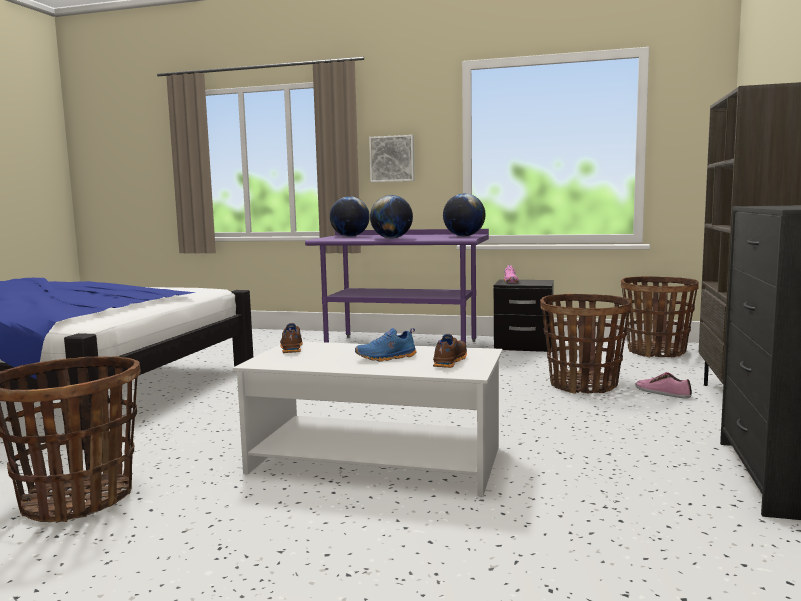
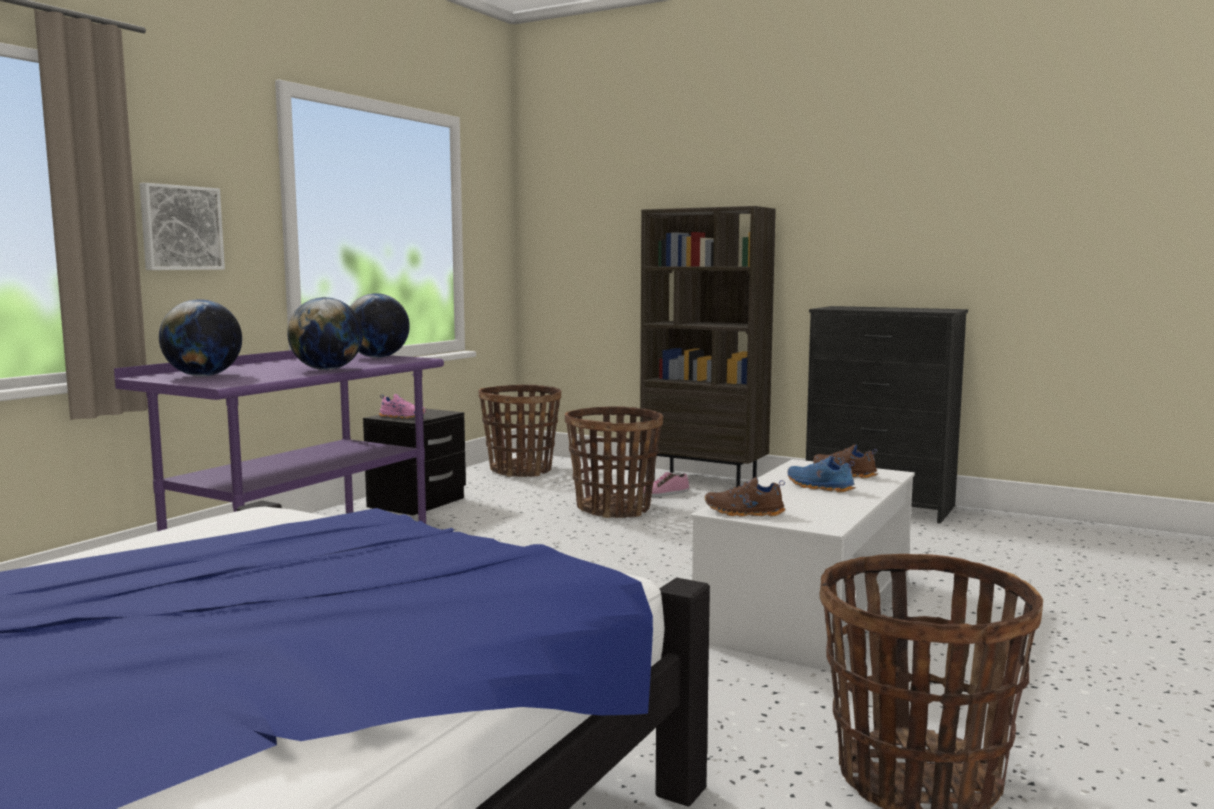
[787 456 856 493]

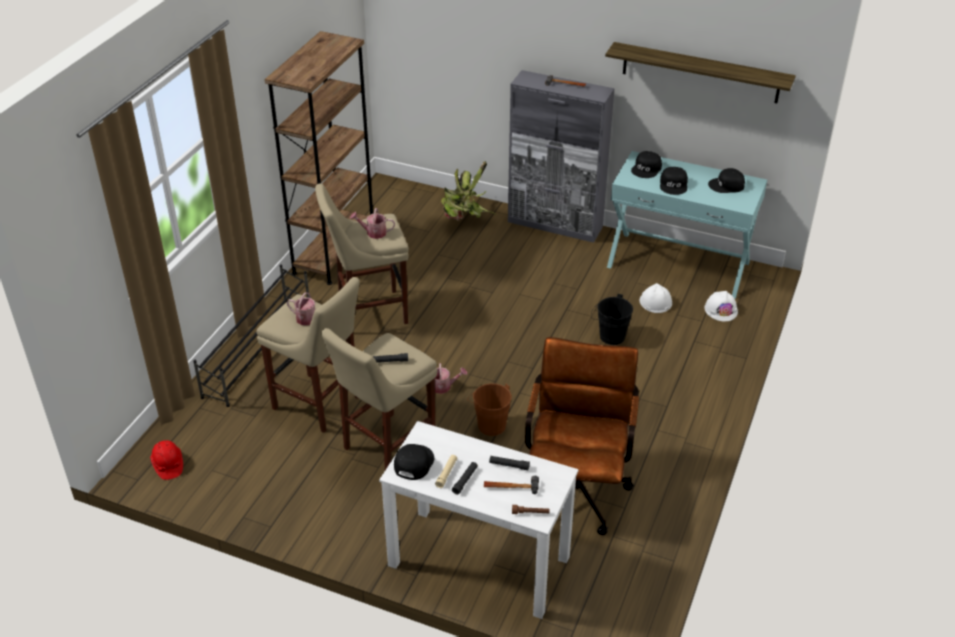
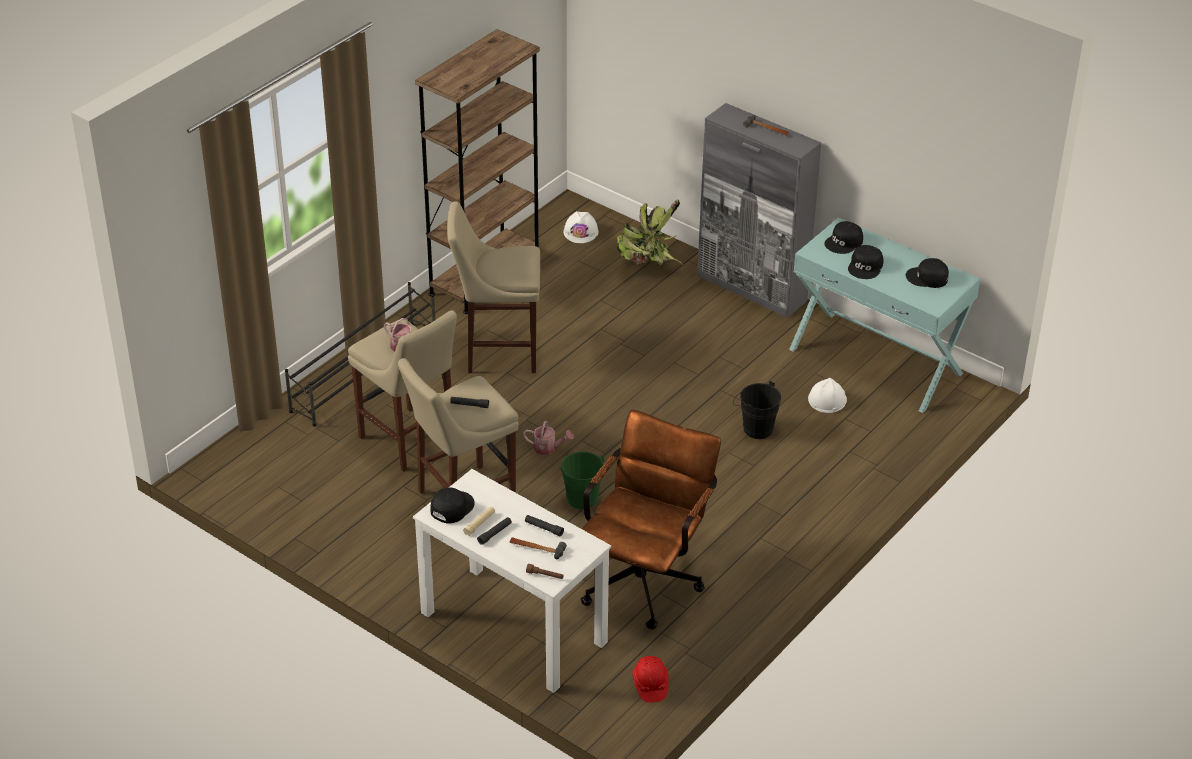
[558 451 605 510]
[563 211 598 243]
[632 656 669 703]
[350 208 395 239] (first image)
[605 42 796 103] (first image)

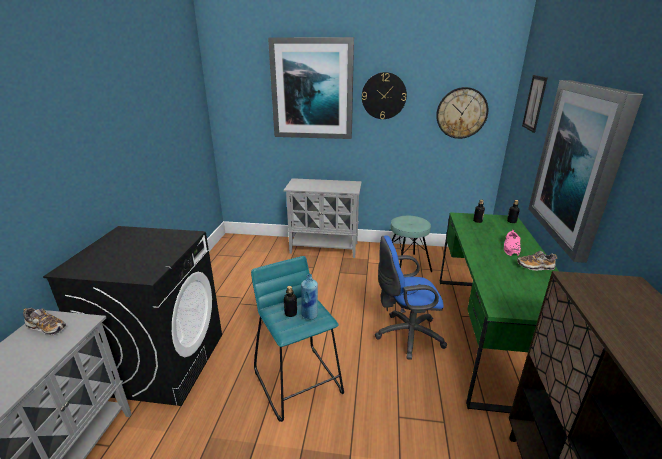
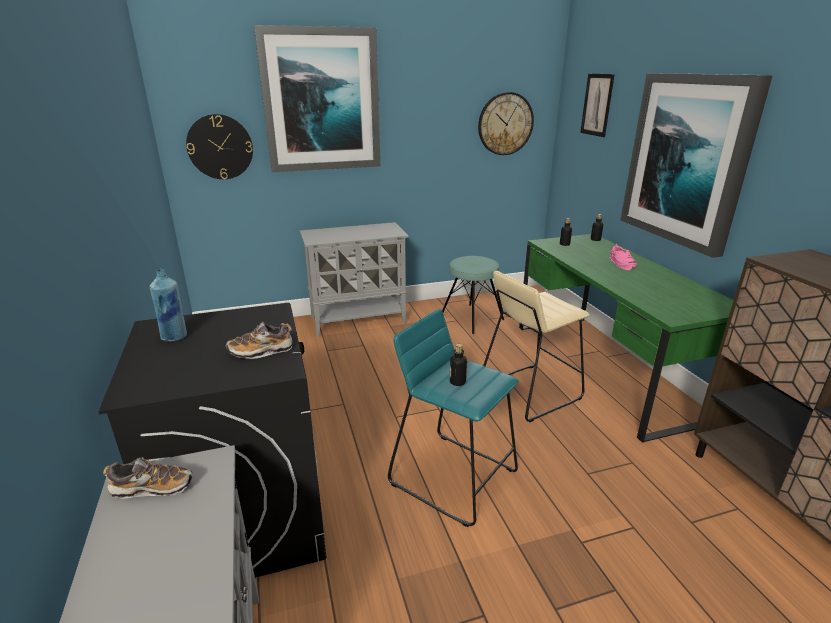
[150 269 187 342]
[186 114 253 179]
[226 322 293 359]
[483 271 590 422]

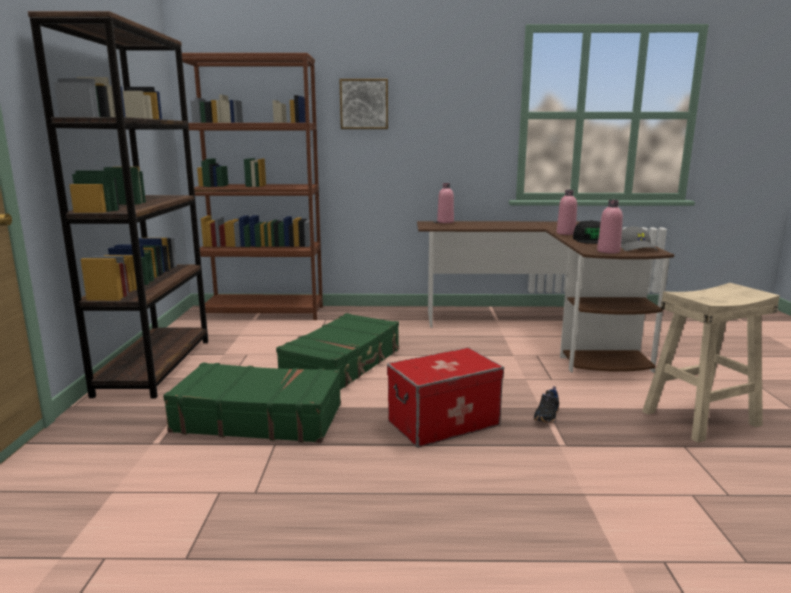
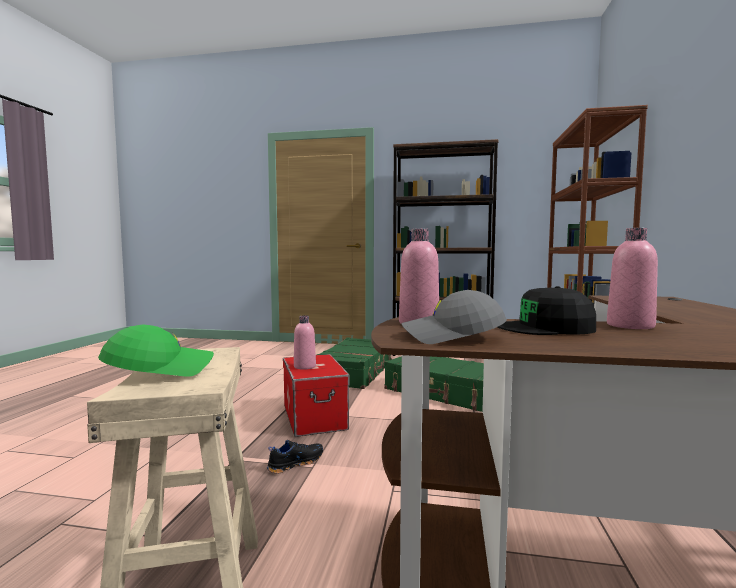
[98 325 214 377]
[267 440 323 474]
[294 316 316 370]
[339 79 388 129] (first image)

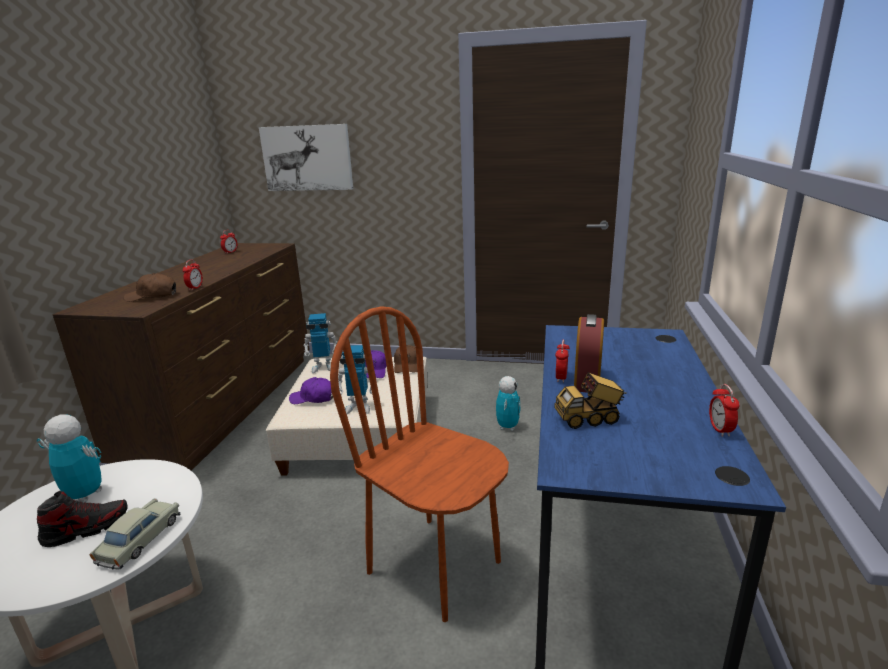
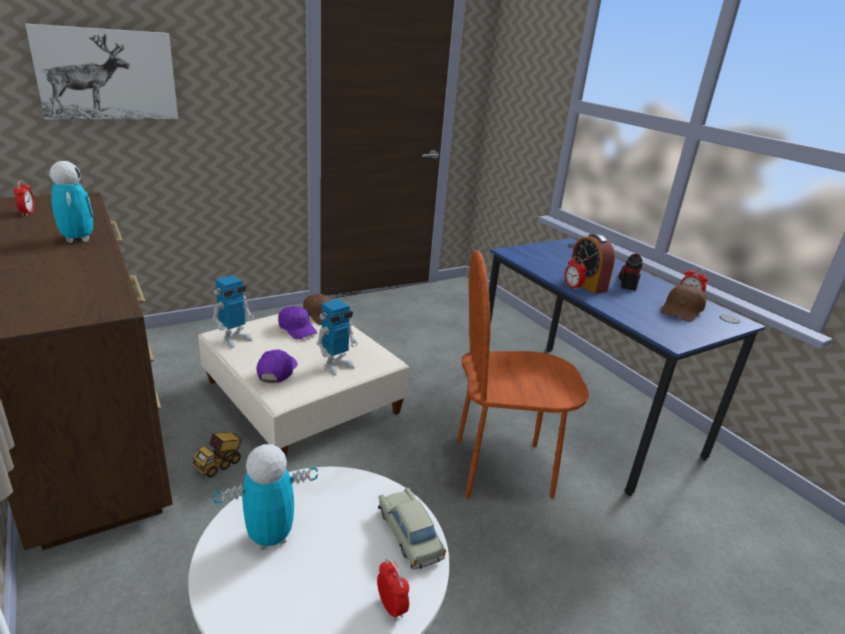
[50 161 93 243]
[192 432 243 478]
[257 349 298 383]
[377 559 409 621]
[619 254 643 291]
[660 284 706 322]

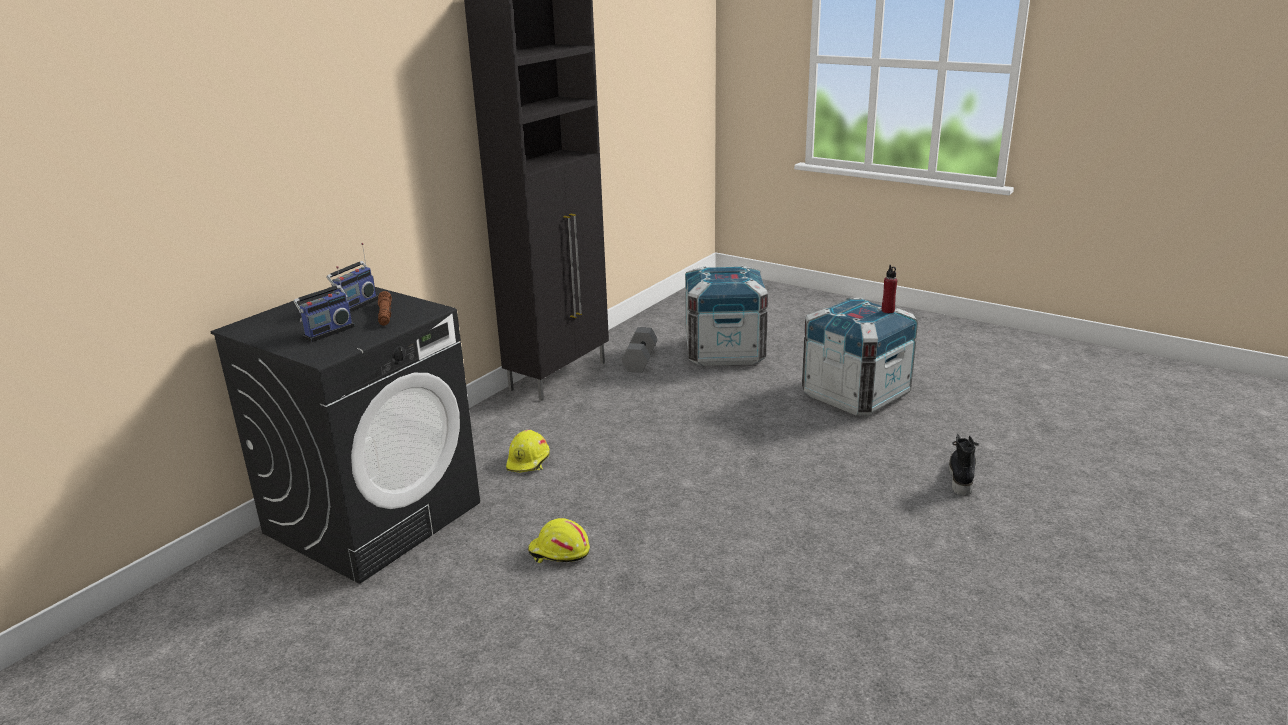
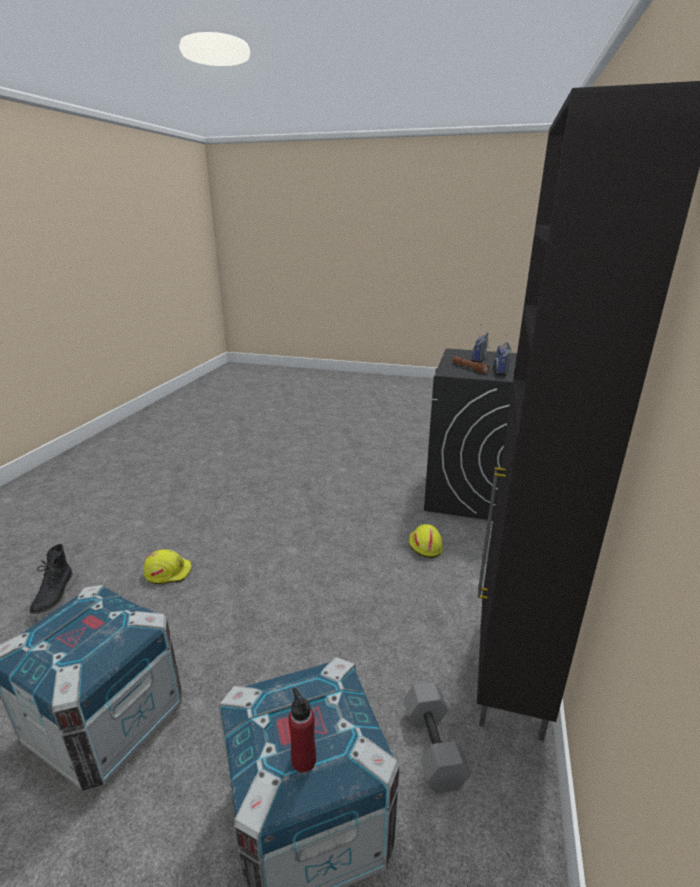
[143 549 192 584]
[288 688 316 773]

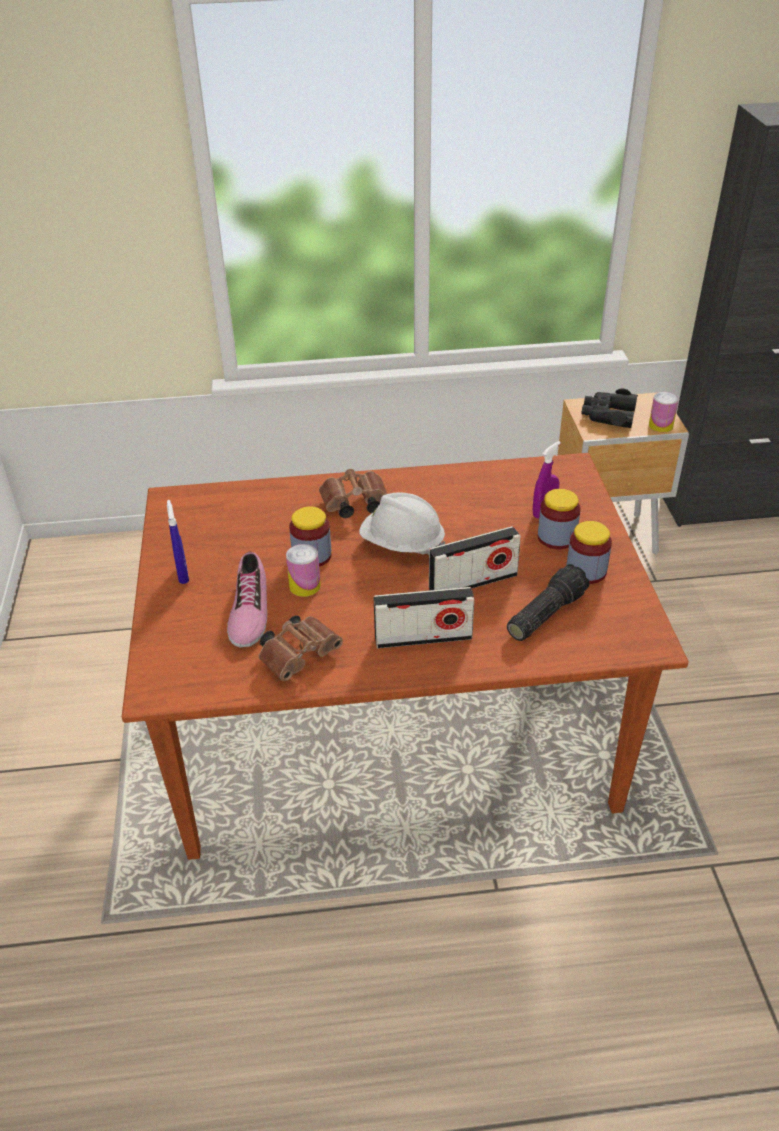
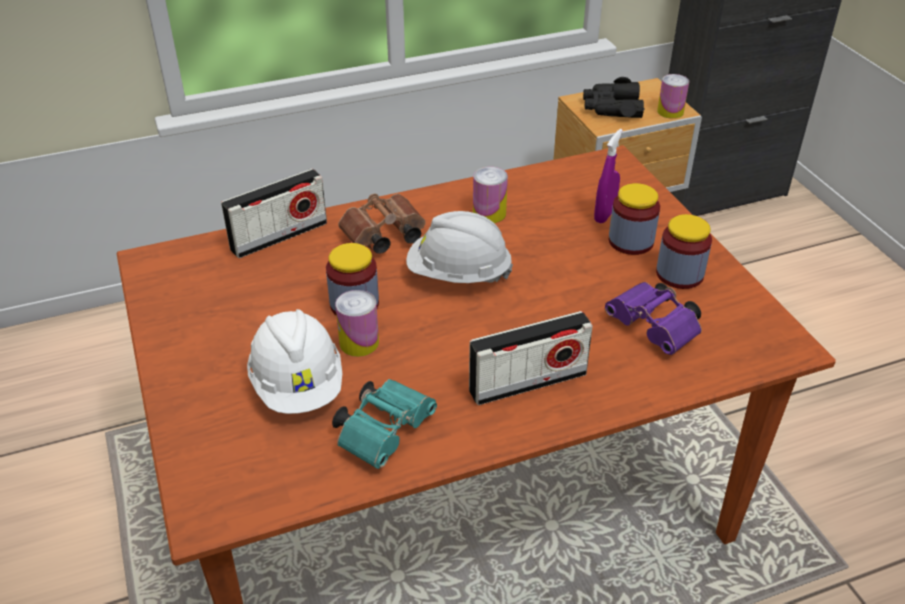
[221 169 327 258]
[247 309 342 414]
[332 379 437 469]
[473 167 508 223]
[605 282 702 355]
[167 500 189 584] (first image)

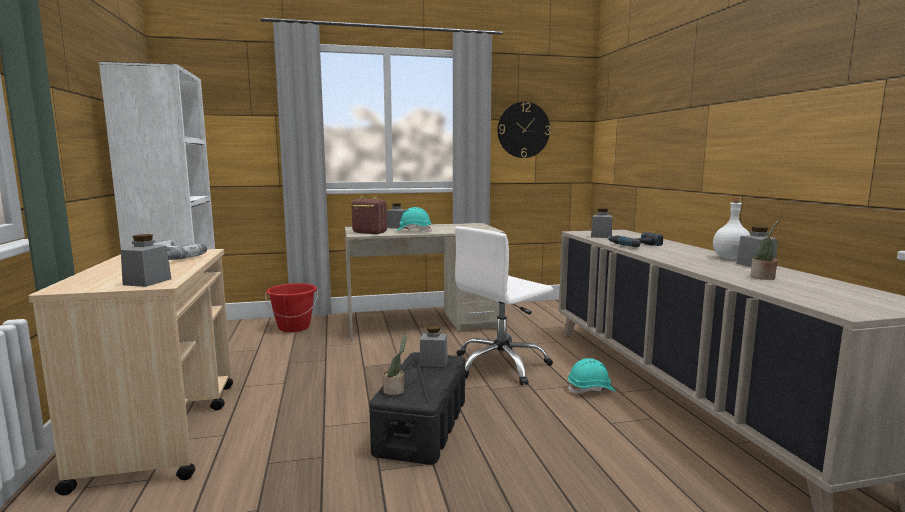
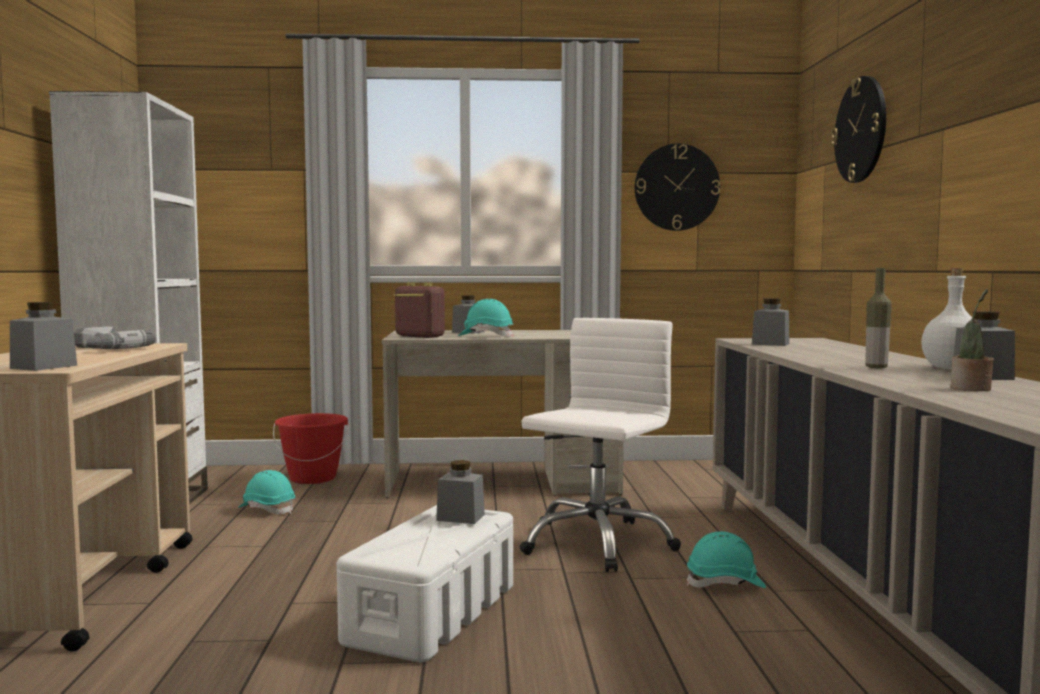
[238 470 295 514]
[337 505 513 662]
[520 318 681 572]
[831 76 886 183]
[865 268 892 368]
[383 335 407 395] (first image)
[608 232 663 247] (first image)

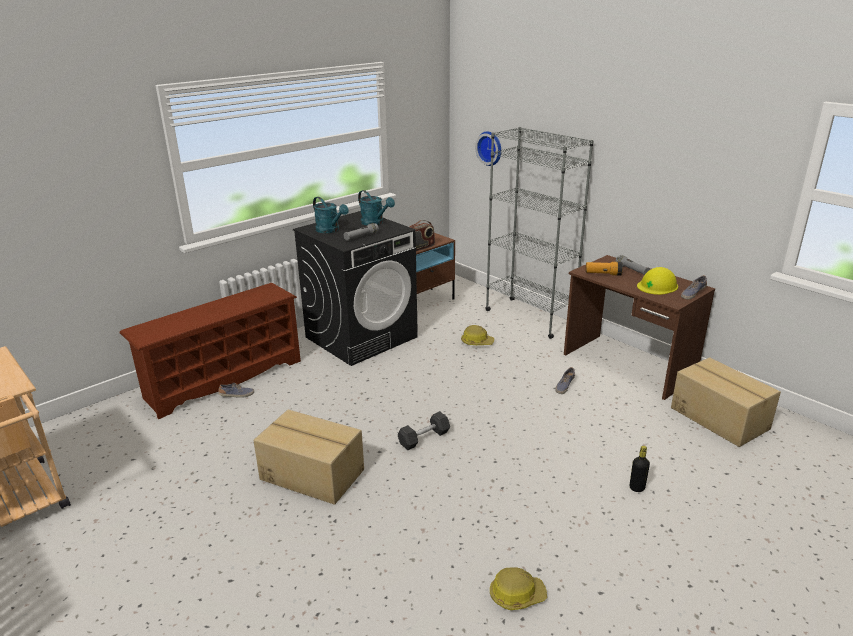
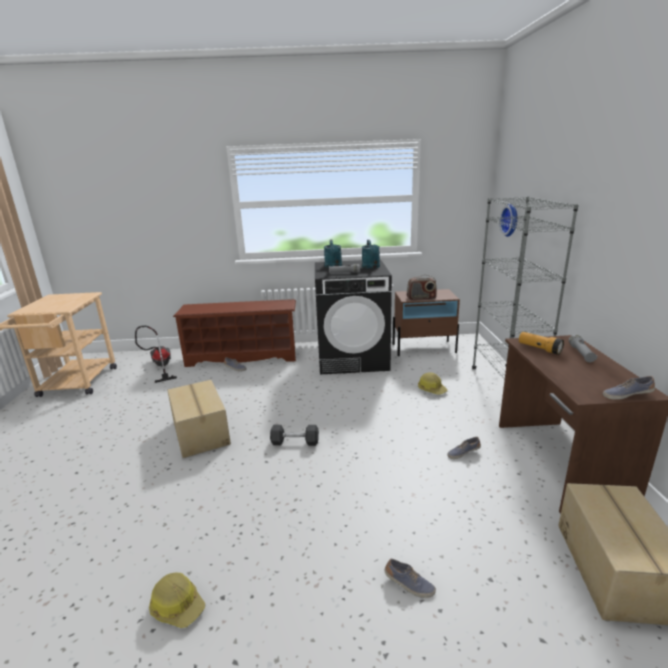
[135 326 177 383]
[384 559 436 598]
[637 267 678 295] (first image)

